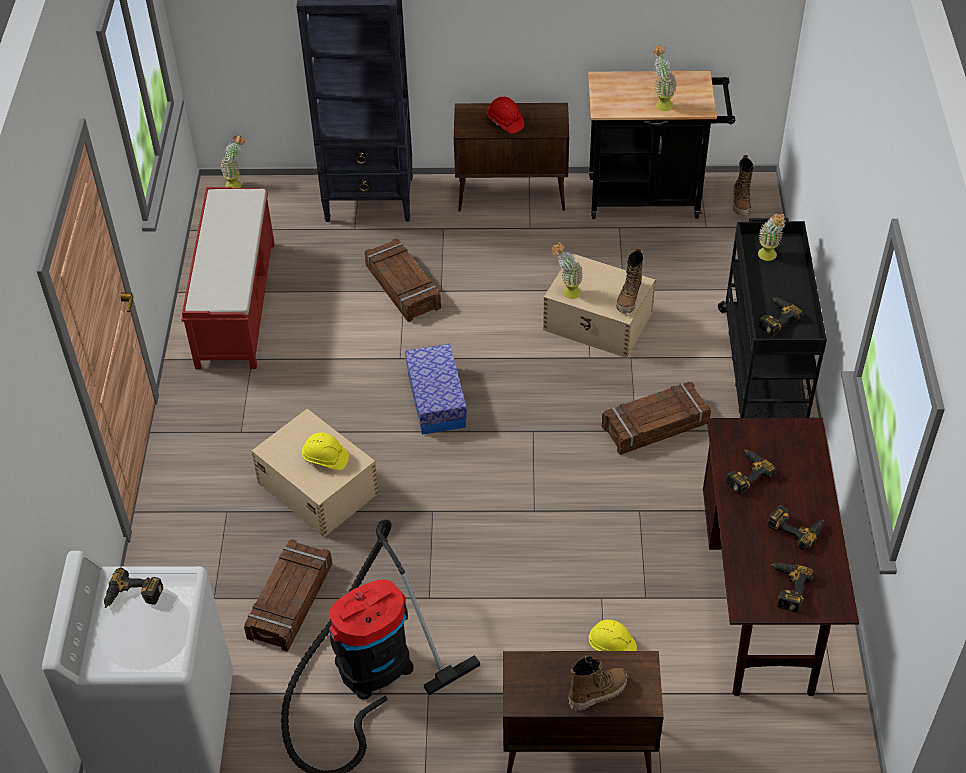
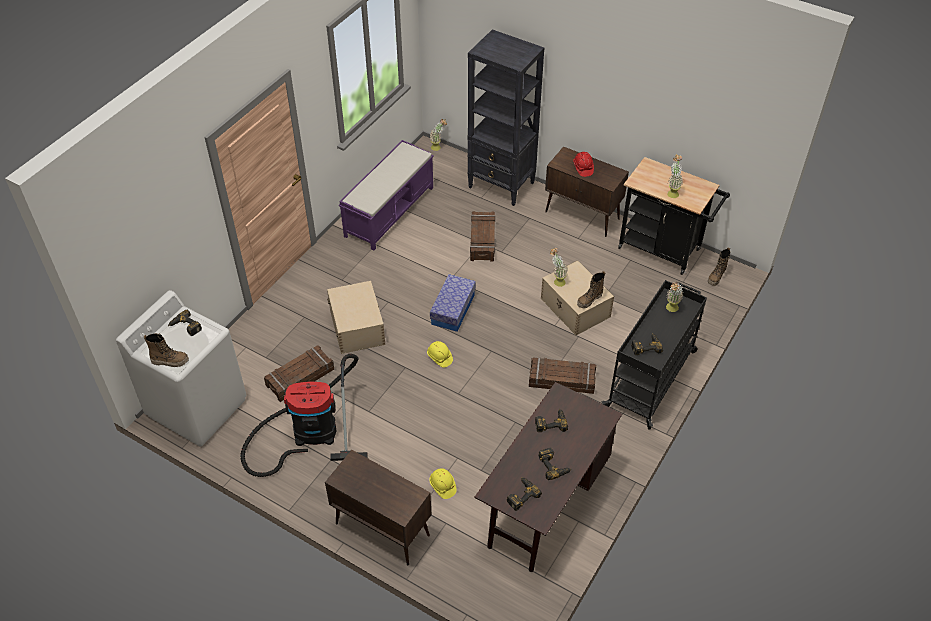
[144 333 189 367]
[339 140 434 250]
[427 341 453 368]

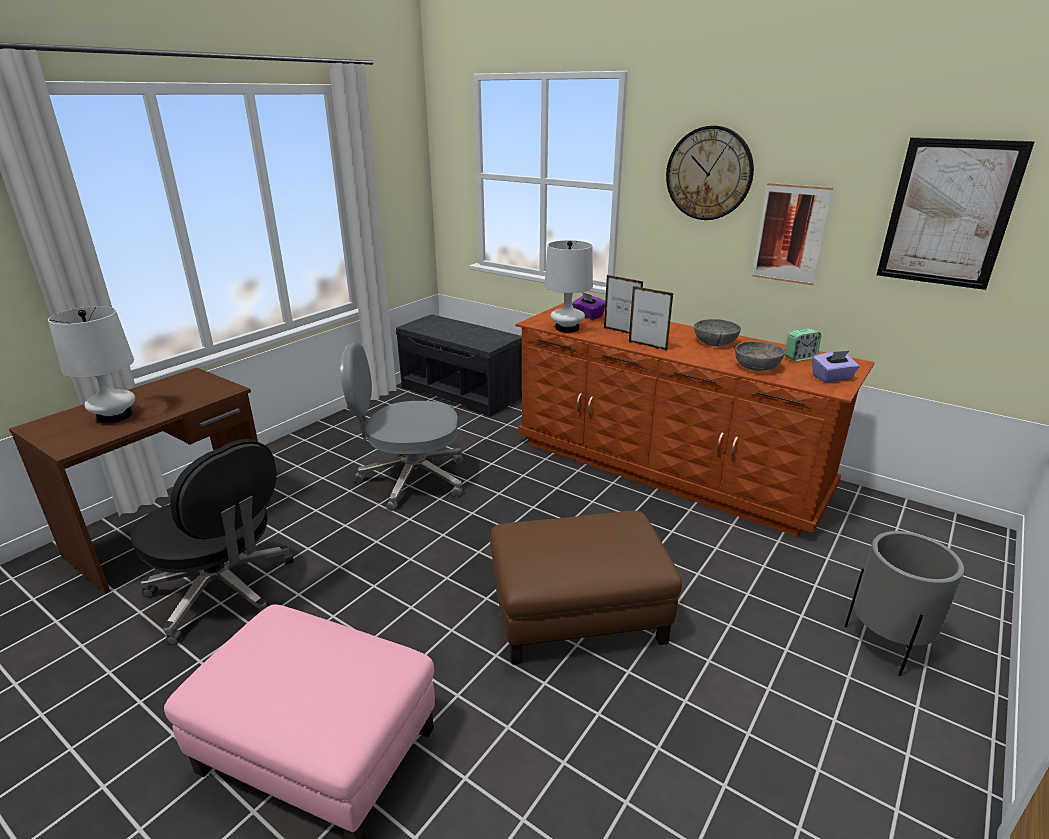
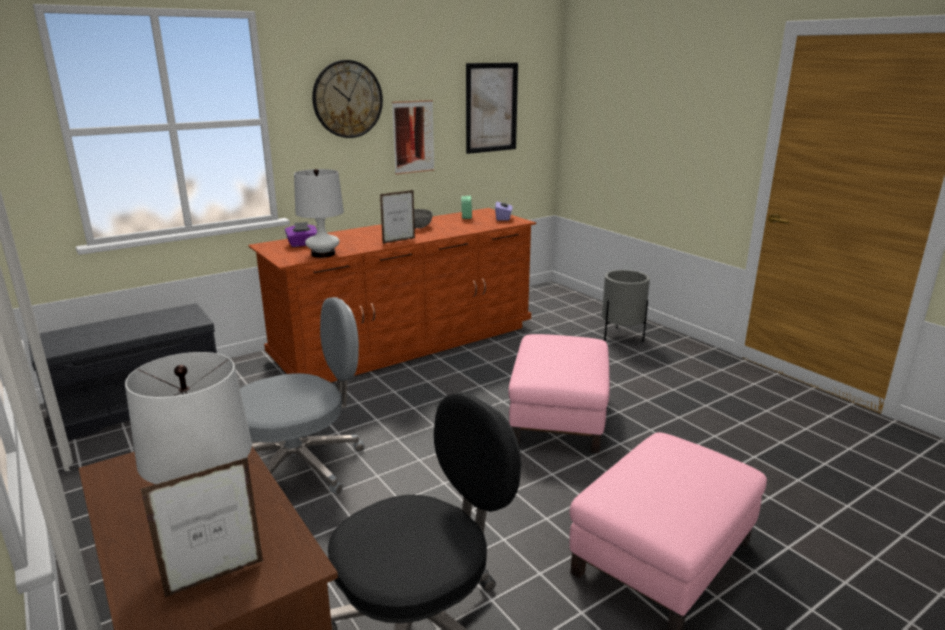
[141 457 264 598]
[240 297 365 495]
[508 334 610 453]
[735 341 785 371] (first image)

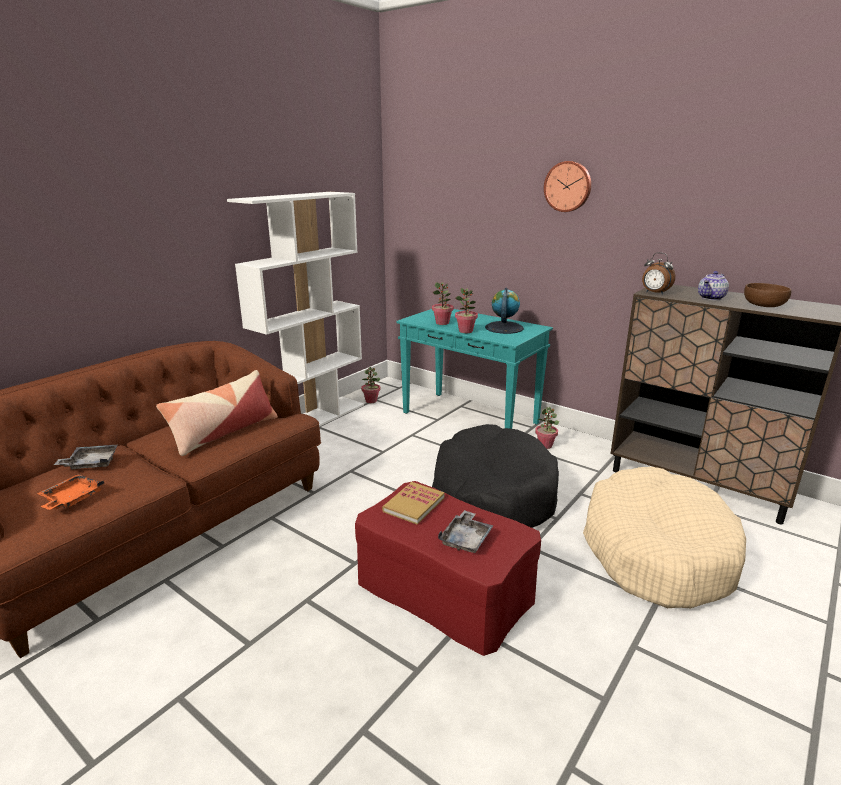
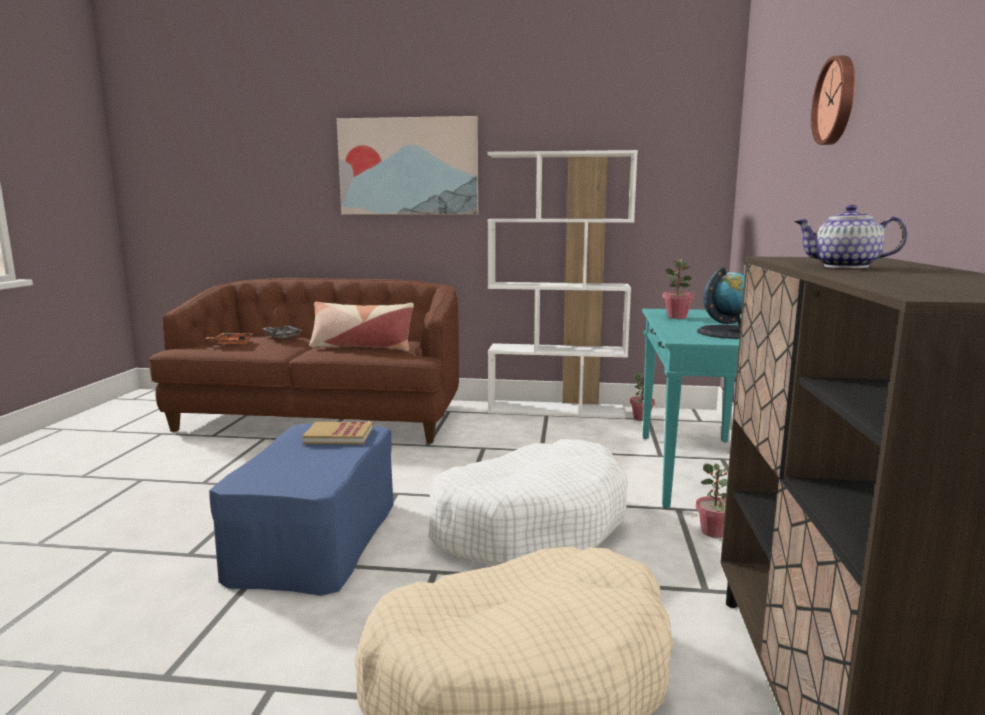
[209 423 393 596]
[337 116 478 215]
[428 439 628 566]
[438 510 494 553] (first image)
[455 288 478 333] (first image)
[642 252 675 295] (first image)
[744 283 791 307] (first image)

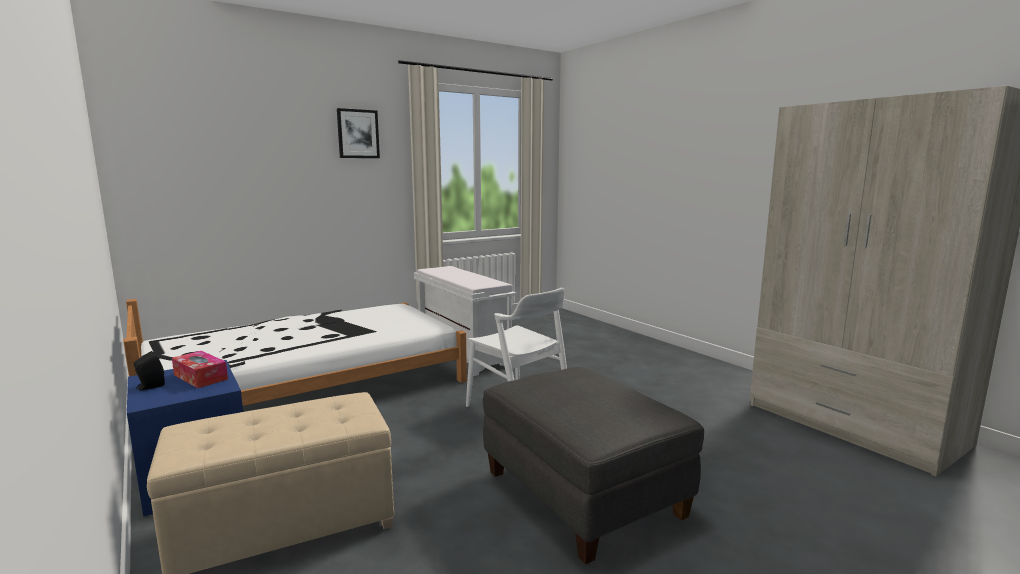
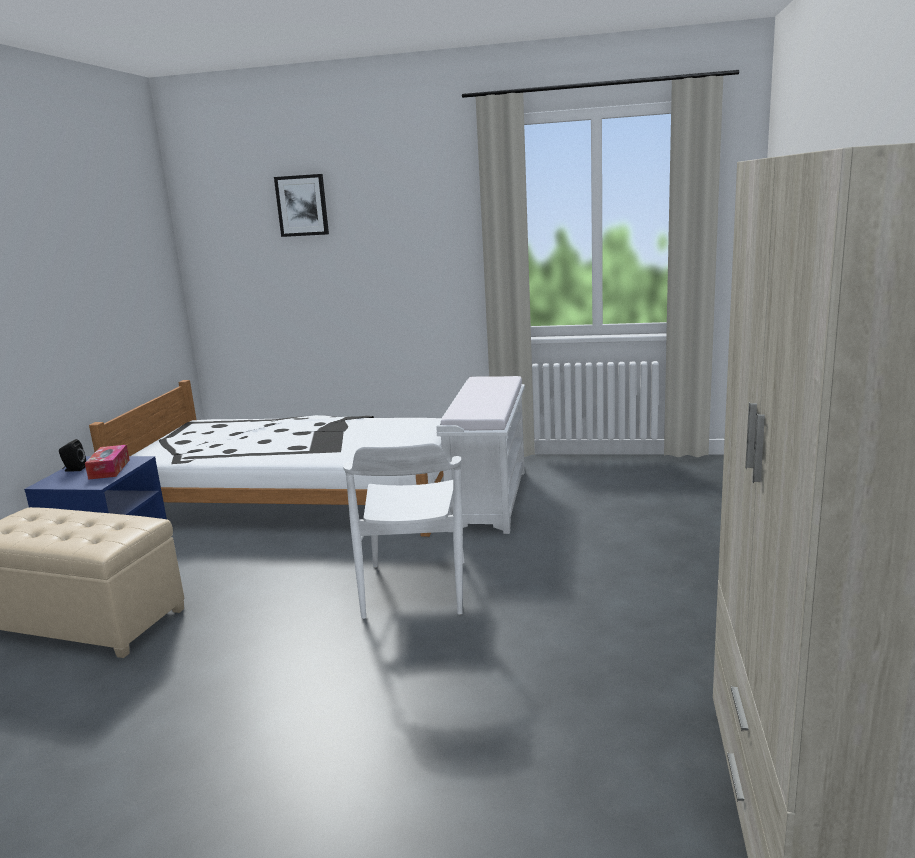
[274 174 329 237]
[483 367 704 564] (first image)

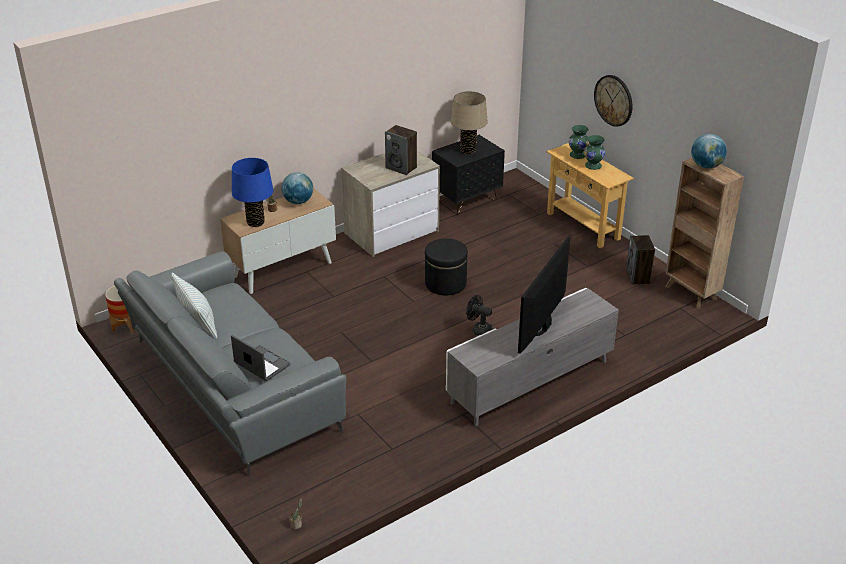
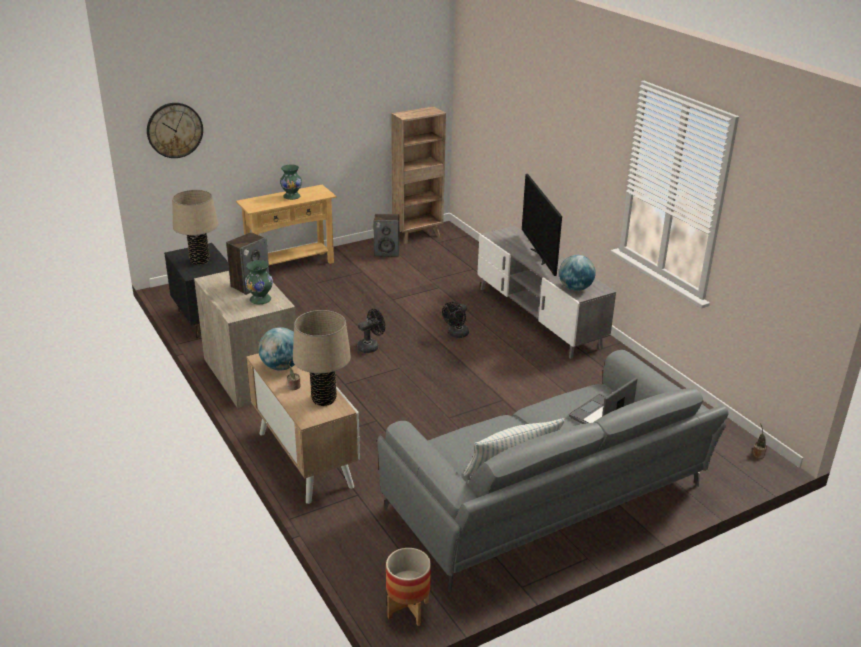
[147 103 203 158]
[245 260 273 304]
[293 310 351 406]
[357 309 385 353]
[522 174 562 276]
[559 255 596 291]

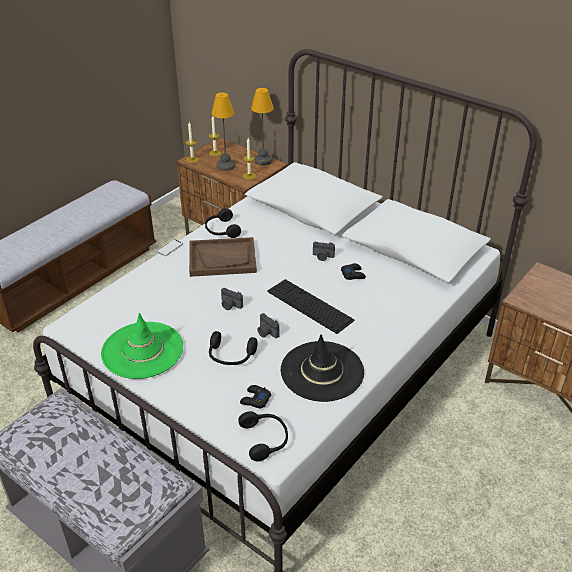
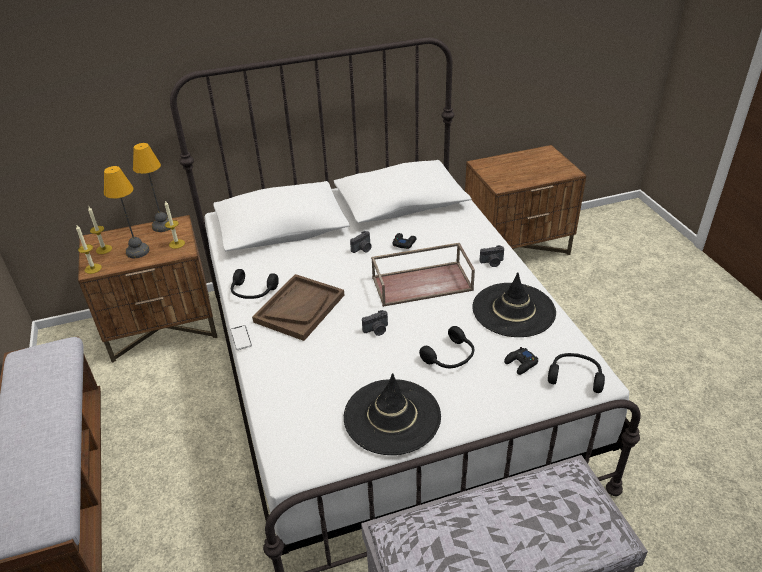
[344 373 441 455]
[371 243 475 307]
[479 245 504 267]

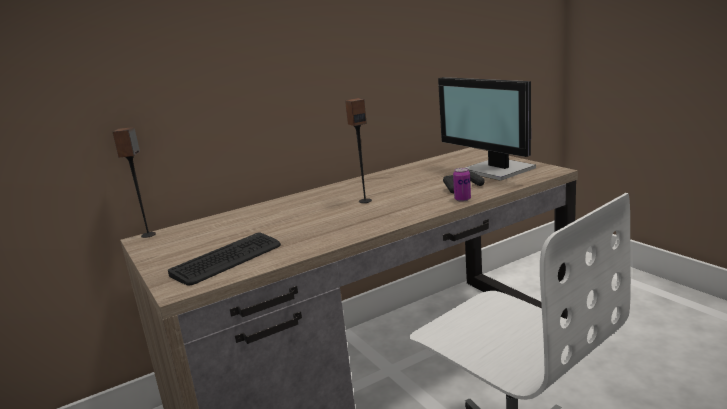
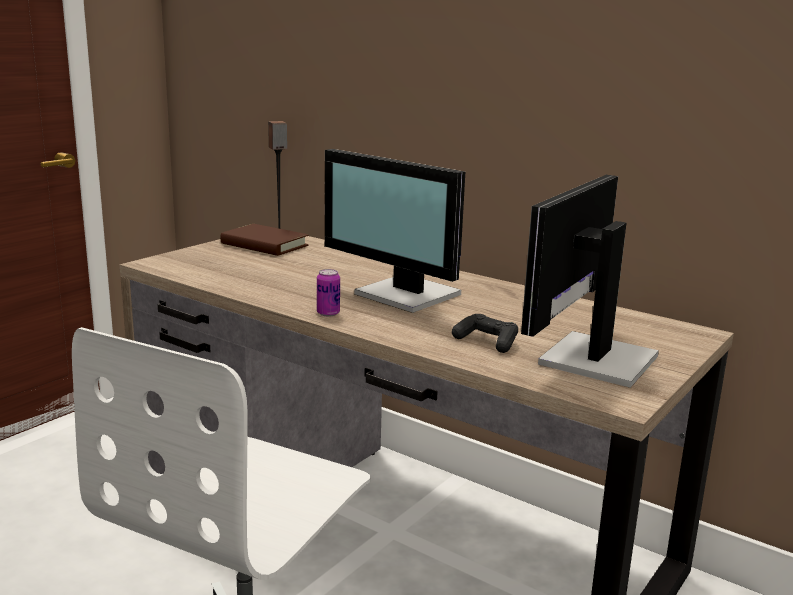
[220 224 309 256]
[317 269 340 317]
[325 149 465 313]
[168 232 281 286] (first image)

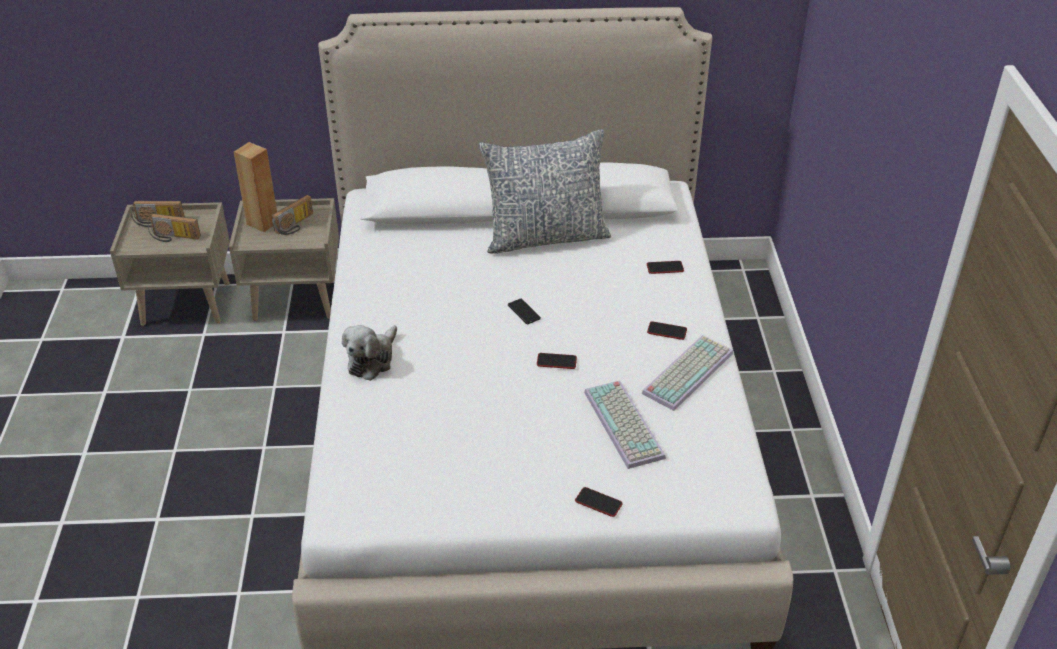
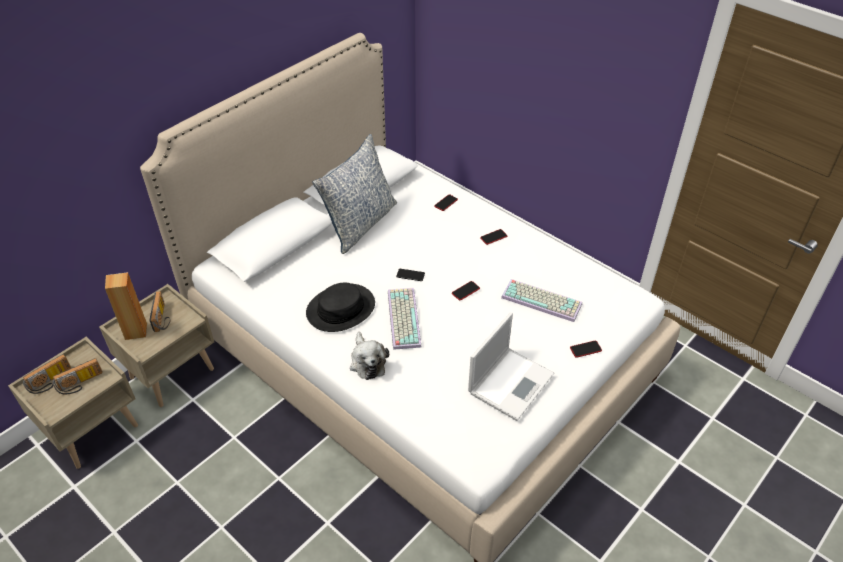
[306 282 375 332]
[388 288 422 350]
[468 312 554 421]

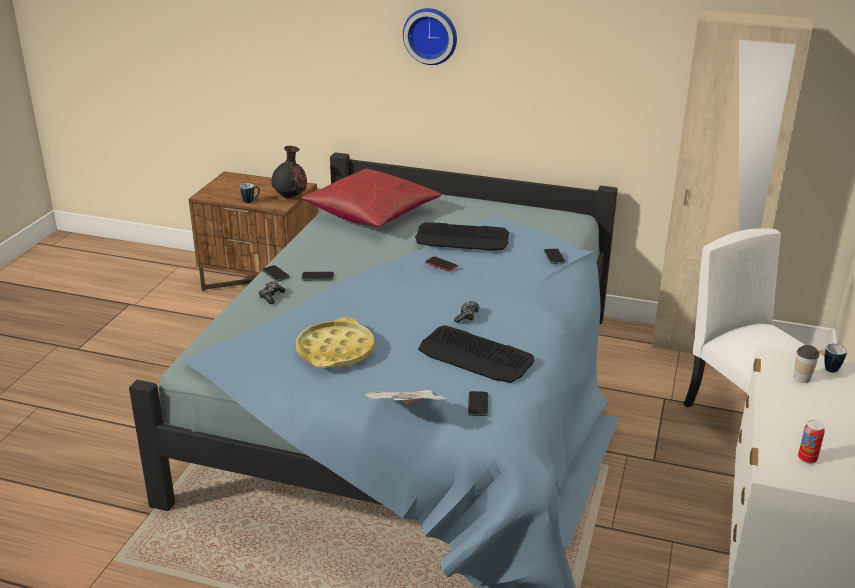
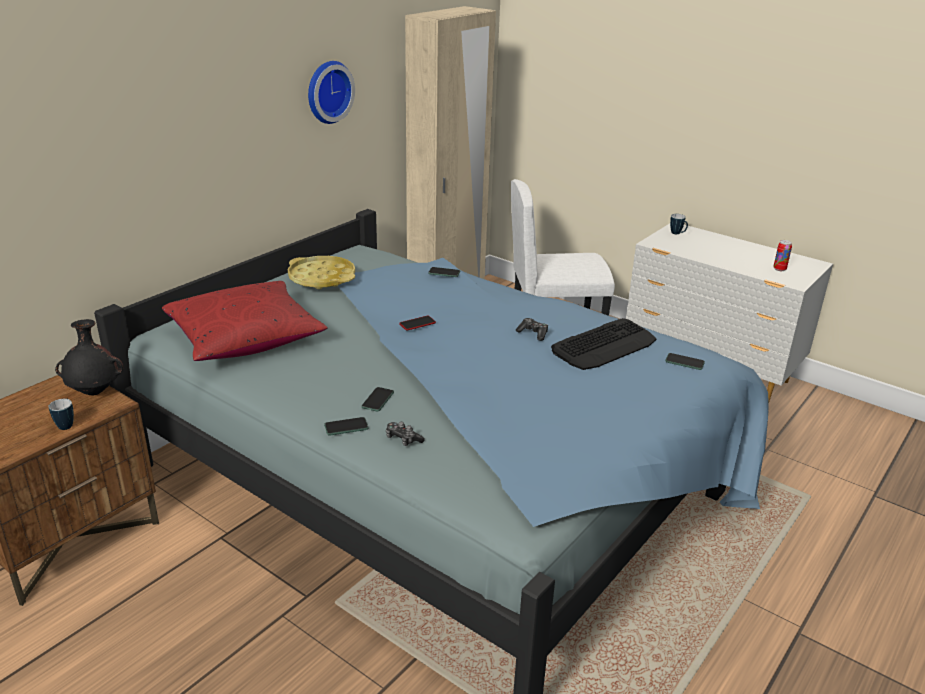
[288 256 355 289]
[308 61 355 124]
[365 390 447 404] (first image)
[415 222 509 251] (first image)
[794 345 819 383] (first image)

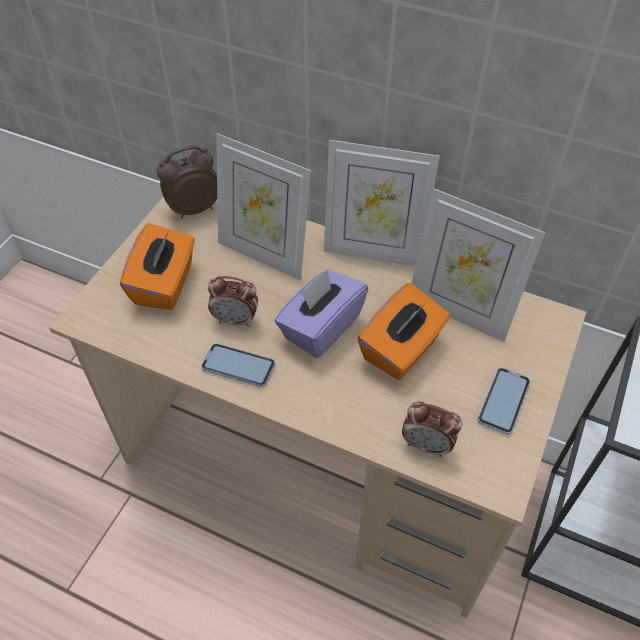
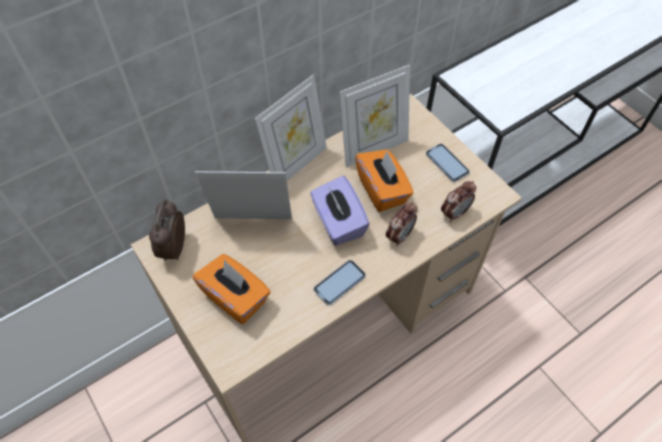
[195 171 292 219]
[386 202 417 246]

